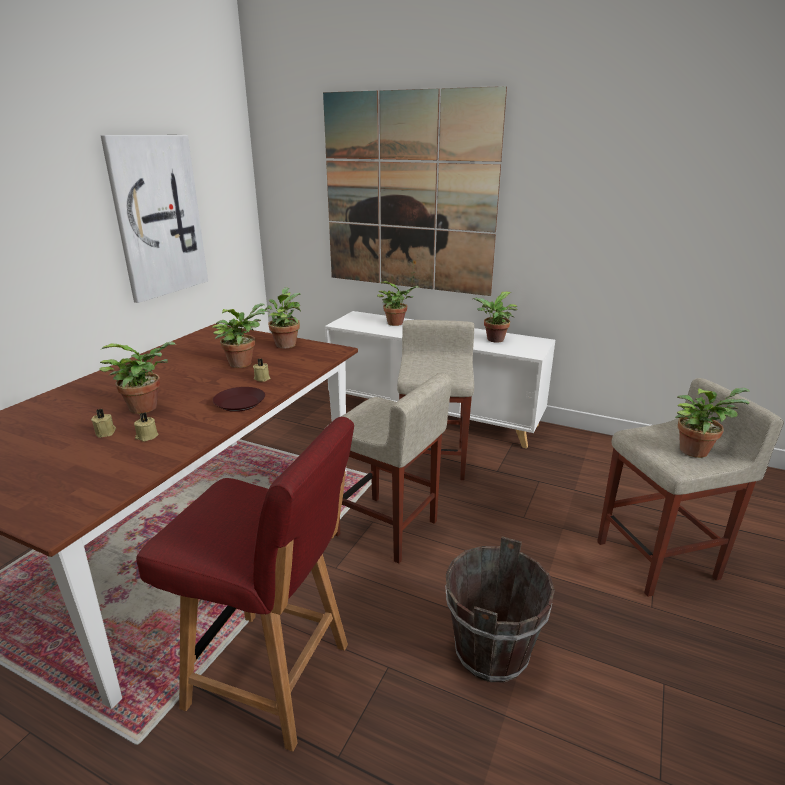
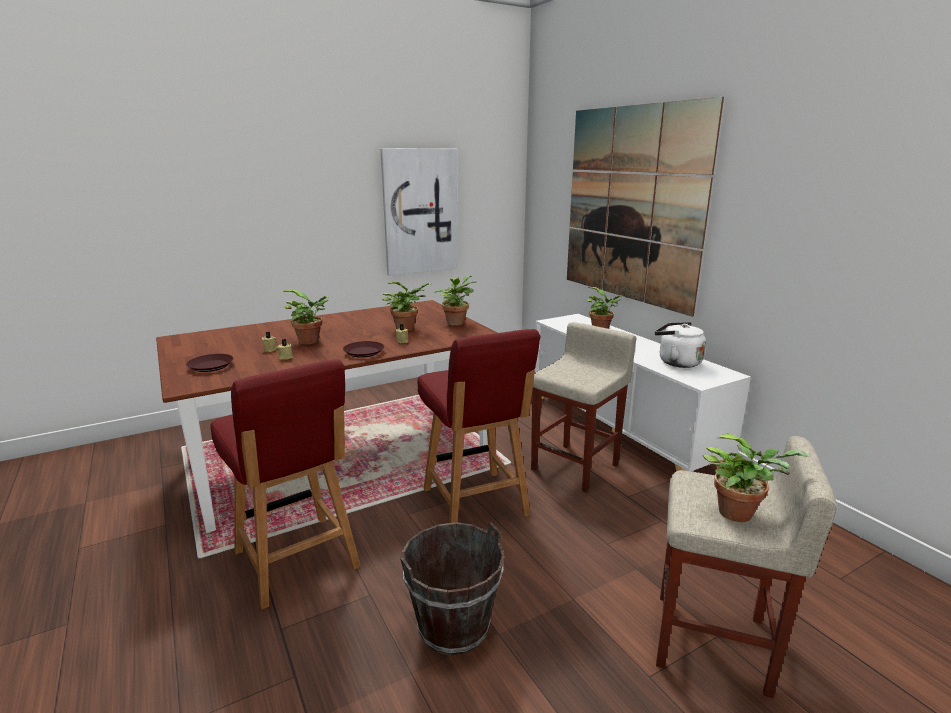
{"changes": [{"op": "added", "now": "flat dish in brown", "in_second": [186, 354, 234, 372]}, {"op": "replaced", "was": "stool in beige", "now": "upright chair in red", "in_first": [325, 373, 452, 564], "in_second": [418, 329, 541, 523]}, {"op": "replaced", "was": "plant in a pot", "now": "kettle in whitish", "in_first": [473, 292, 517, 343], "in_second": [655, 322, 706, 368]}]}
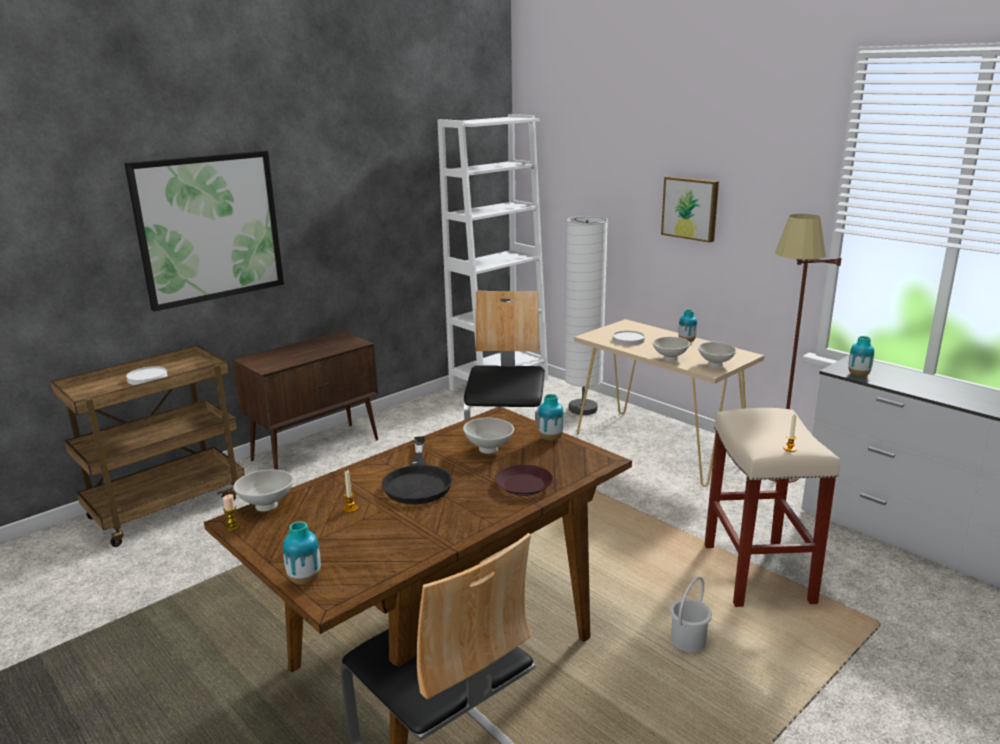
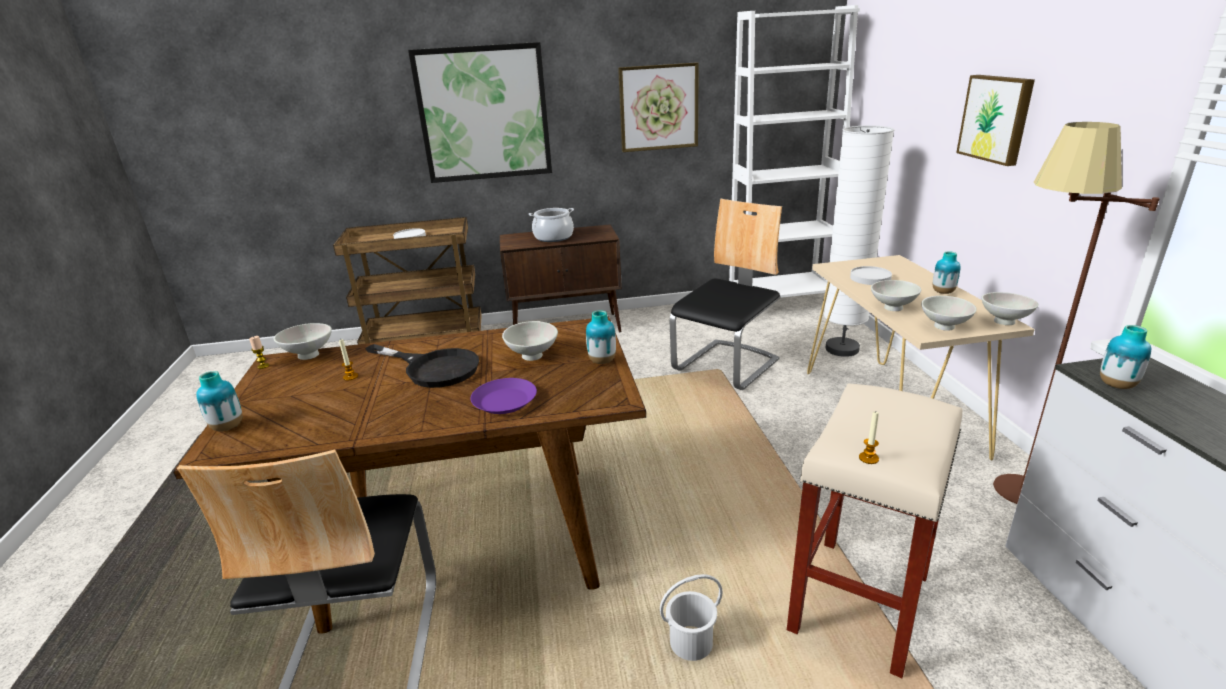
{"changes": [{"op": "turned", "was": "skillet in black-coloured", "in_first": [382, 436, 453, 504], "in_second": [365, 344, 479, 388], "clockwise": -90}, {"op": "recoloured", "was": "flat dish in brown", "now": "flat dish in purplish", "in_first": [495, 465, 553, 496], "in_second": [470, 378, 537, 414]}, {"op": "added", "now": "cooking pot", "in_second": [529, 208, 574, 242]}, {"op": "added", "now": "wall art", "in_second": [618, 62, 699, 152]}, {"op": "added", "now": "serving bowl in whitish", "in_second": [981, 292, 1039, 325]}]}
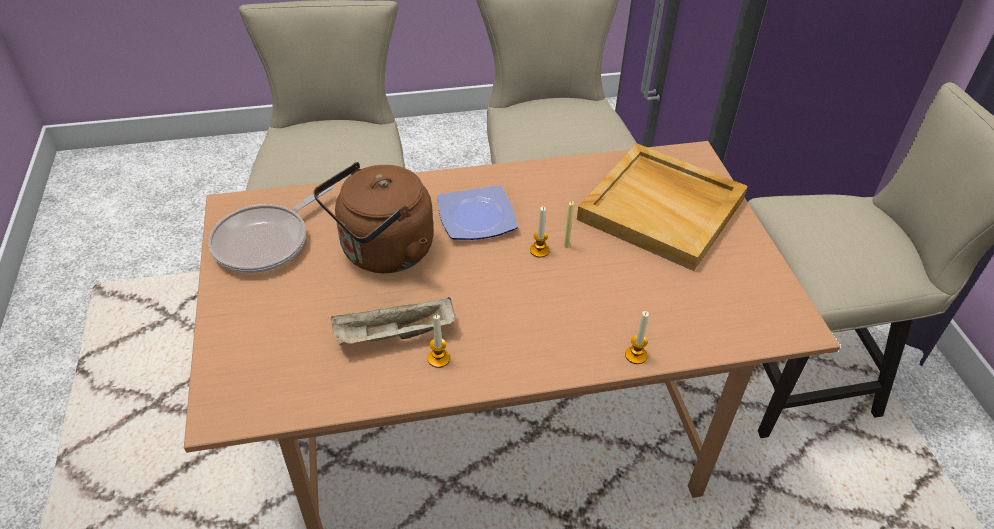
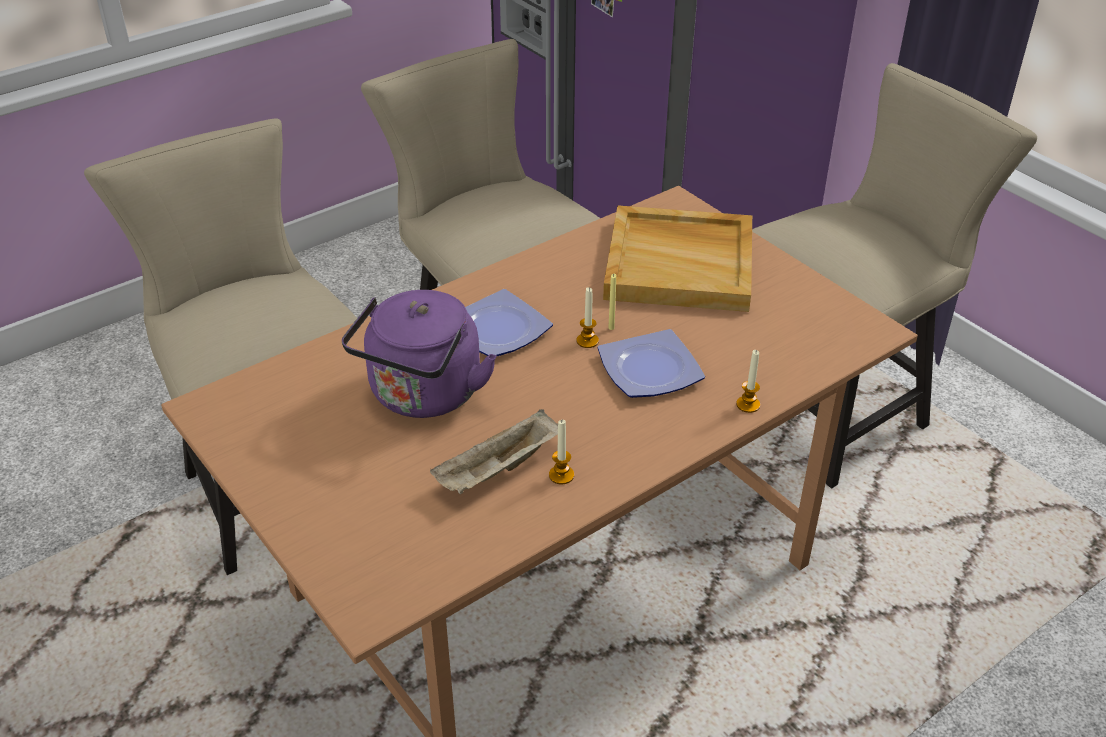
{"changes": [{"op": "recoloured", "was": "kettle in brown", "now": "kettle in purplish", "in_first": [313, 162, 434, 273], "in_second": [342, 290, 497, 418]}, {"op": "added", "now": "flat dish", "in_second": [598, 329, 705, 398]}, {"op": "removed", "was": "skillet", "in_first": [208, 185, 333, 273]}]}
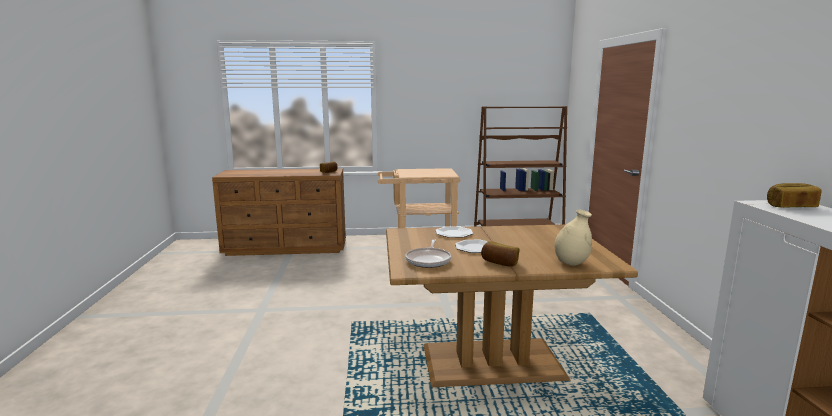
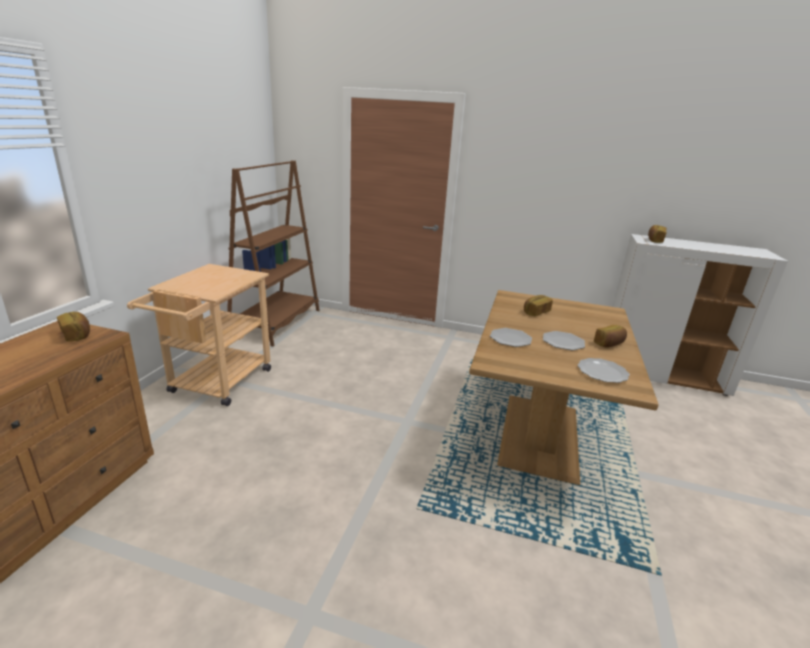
{"changes": [{"op": "added", "now": "bread", "in_second": [524, 295, 553, 316]}, {"op": "replaced", "was": "skillet", "now": "flat dish", "in_first": [405, 239, 451, 268], "in_second": [578, 358, 630, 383]}, {"op": "removed", "was": "decorative vase in beige", "in_first": [554, 210, 592, 266]}]}
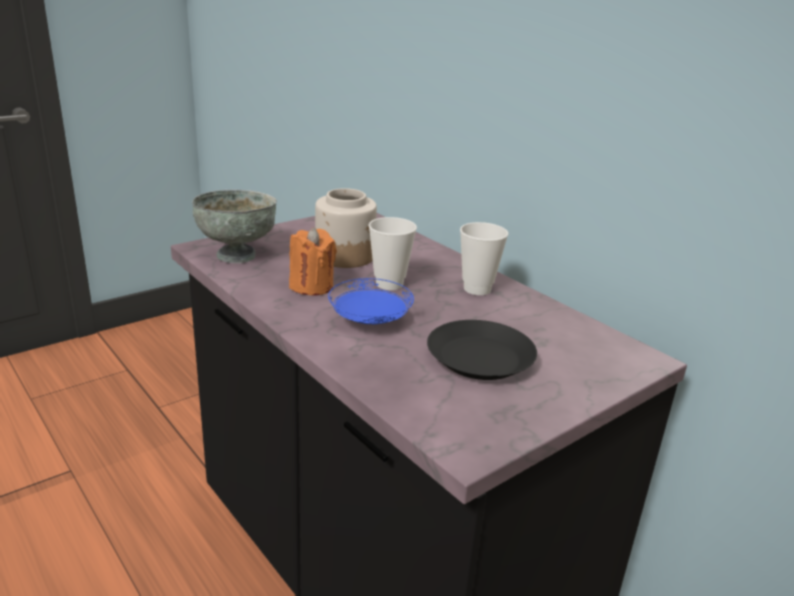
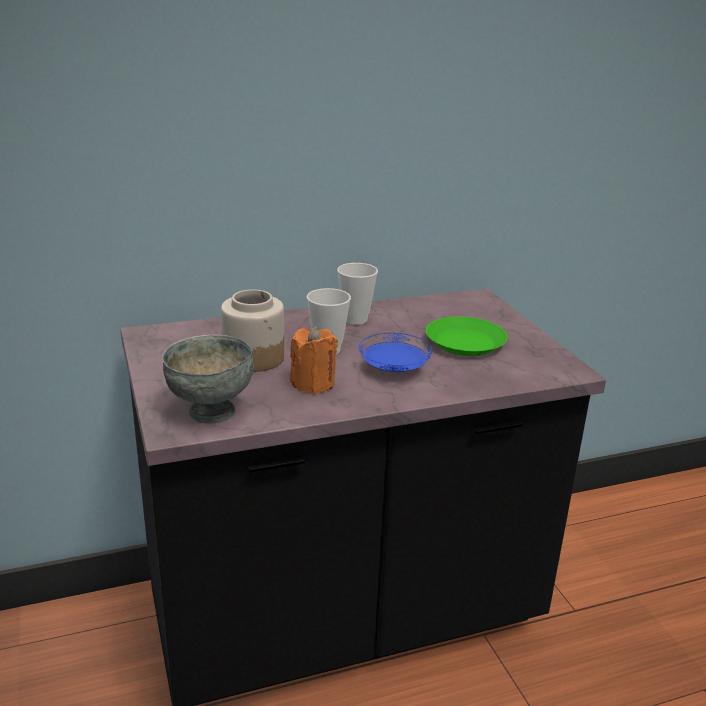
{"changes": [{"op": "recoloured", "was": "flat dish in black-coloured", "now": "flat dish in green-coloured", "in_first": [427, 320, 537, 380], "in_second": [426, 317, 508, 356]}]}
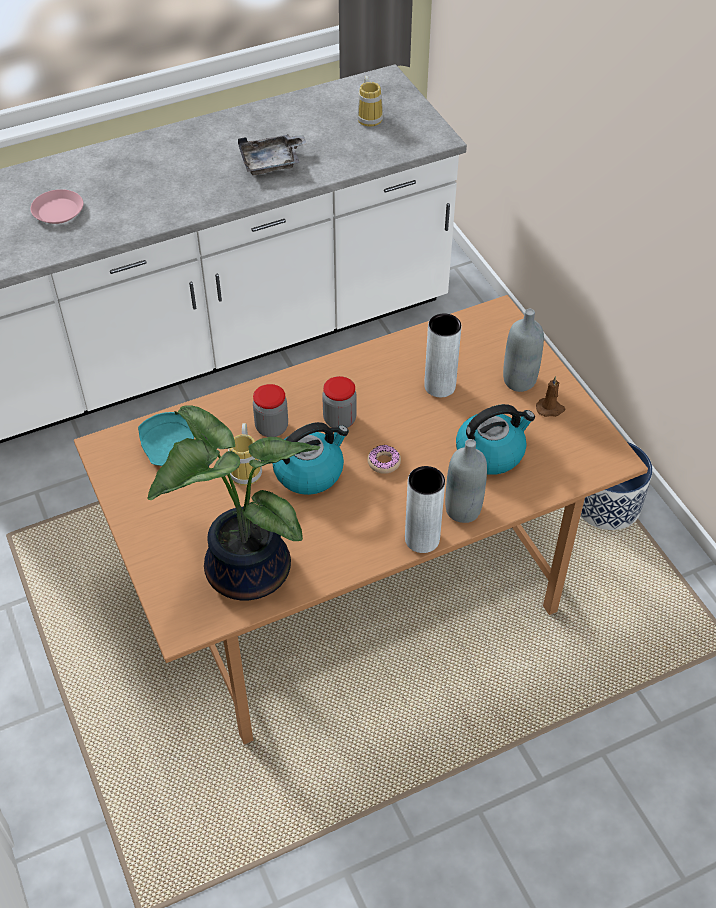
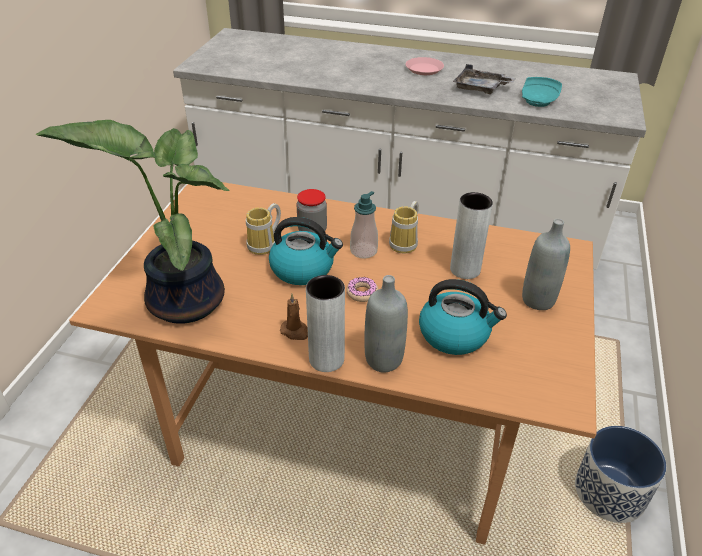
{"changes": [{"op": "moved", "was": "wax candle in brown", "in_first": [536, 376, 565, 417], "in_second": [280, 294, 308, 340]}, {"op": "replaced", "was": "storage jar", "now": "soap dispenser", "in_first": [322, 376, 357, 428], "in_second": [350, 191, 378, 259]}, {"op": "moved", "was": "tea mug", "in_first": [357, 76, 383, 126], "in_second": [389, 201, 419, 253]}, {"op": "moved", "was": "flat dish in pinkish", "in_first": [30, 189, 83, 224], "in_second": [406, 57, 444, 75]}, {"op": "moved", "was": "flat dish in blue-green", "in_first": [138, 412, 194, 466], "in_second": [522, 77, 562, 107]}]}
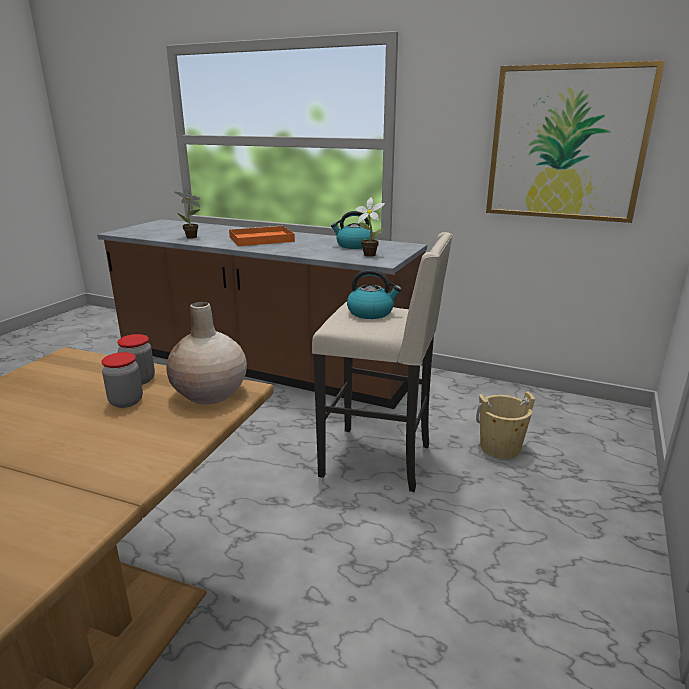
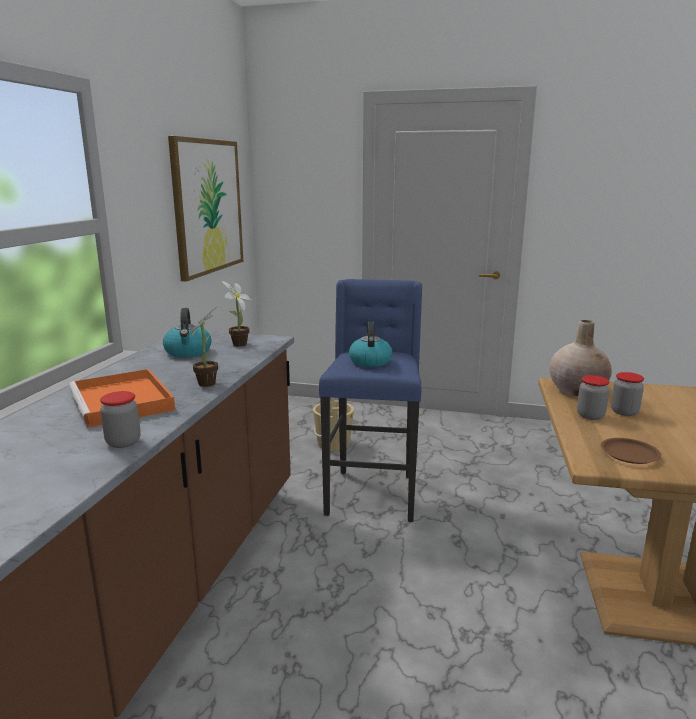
{"changes": [{"op": "added", "now": "storage jar", "in_second": [100, 391, 141, 448]}, {"op": "moved", "was": "plant in a pot", "in_first": [174, 189, 201, 239], "in_second": [186, 306, 218, 387]}, {"op": "recoloured", "was": "stool in beige", "now": "stool in blue", "in_first": [312, 232, 453, 492], "in_second": [319, 279, 422, 522]}, {"op": "added", "now": "flat dish in brown", "in_second": [601, 438, 661, 464]}]}
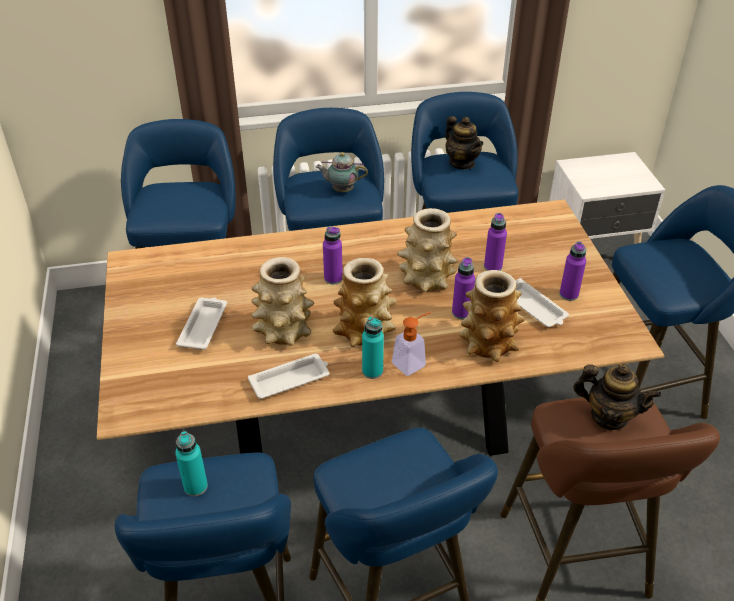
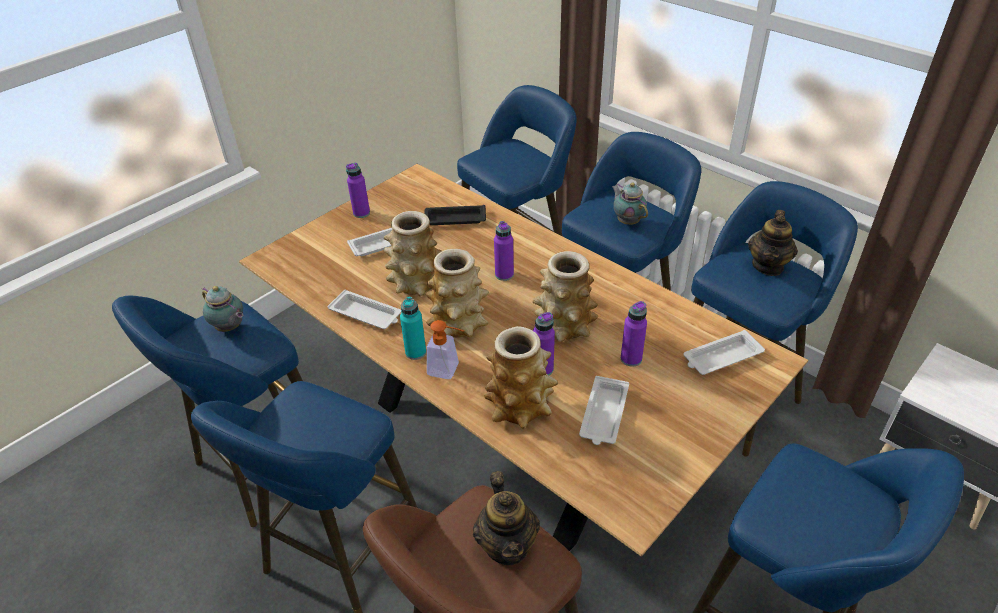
{"changes": [{"op": "replaced", "was": "drink bottle in blue-green", "now": "tea pot", "in_first": [175, 431, 208, 496], "in_second": [202, 286, 243, 332]}, {"op": "moved", "was": "drink bottle in purplish", "in_first": [559, 242, 586, 301], "in_second": [346, 163, 370, 218]}, {"op": "added", "now": "tray in black-coloured", "in_second": [424, 205, 486, 225]}, {"op": "added", "now": "tray in whitish", "in_second": [683, 330, 765, 375]}]}
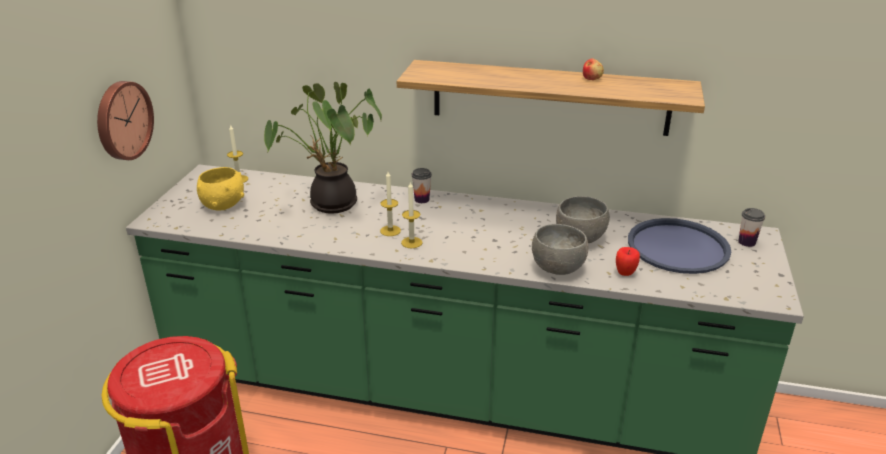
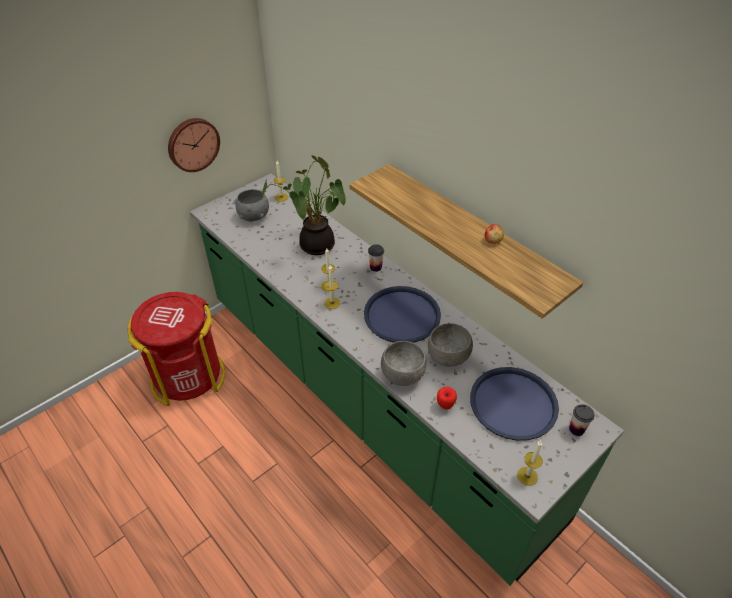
{"changes": [{"op": "recoloured", "was": "serving bowl in yellow", "now": "serving bowl in greyish", "in_first": [197, 167, 244, 211], "in_second": [234, 189, 269, 221]}, {"op": "added", "now": "tray in blue", "in_second": [364, 286, 441, 343]}, {"op": "added", "now": "wax candle", "in_second": [517, 441, 543, 486]}]}
